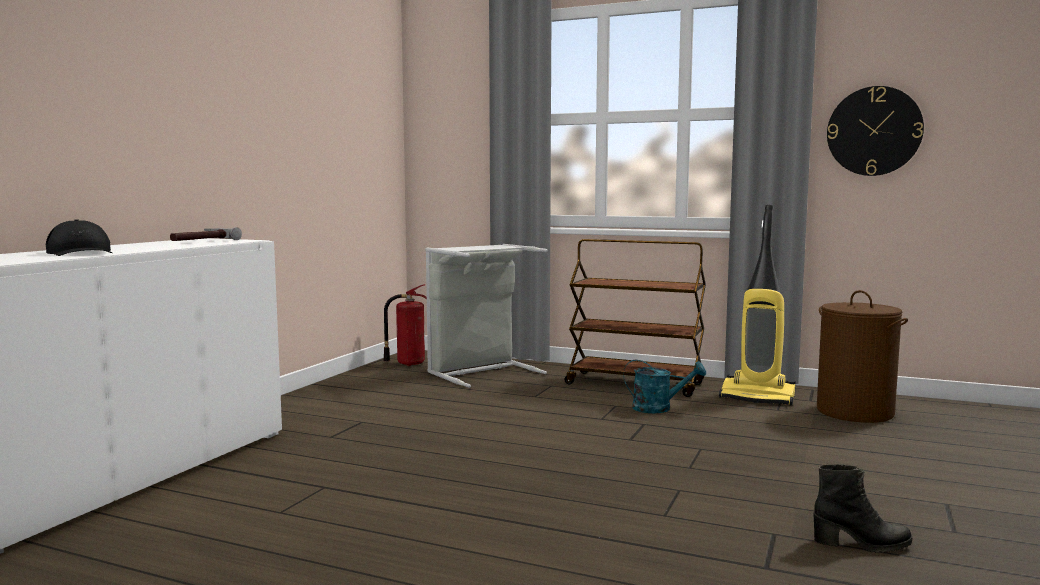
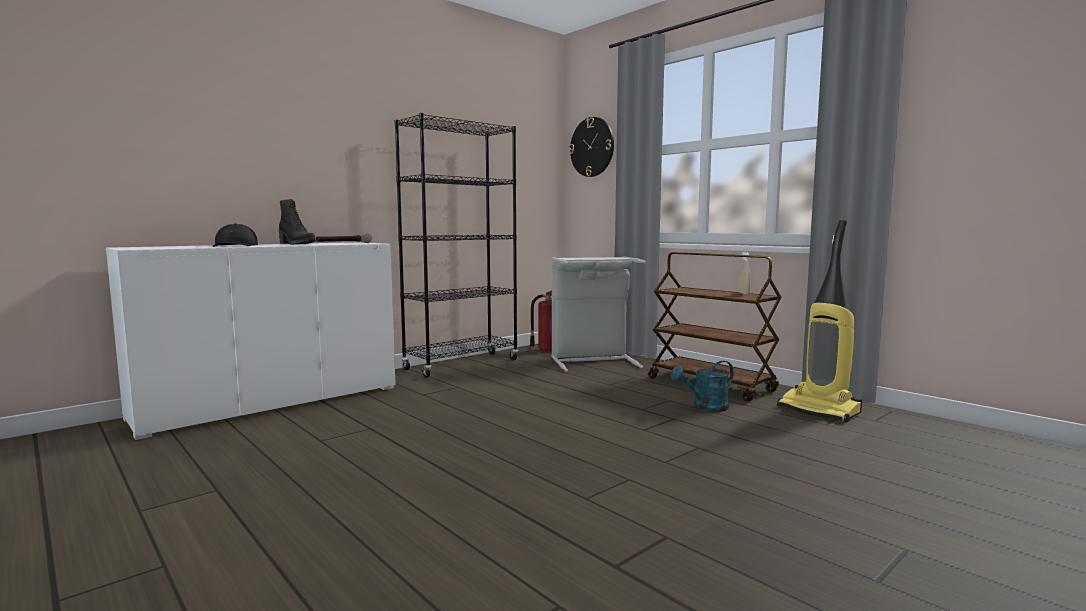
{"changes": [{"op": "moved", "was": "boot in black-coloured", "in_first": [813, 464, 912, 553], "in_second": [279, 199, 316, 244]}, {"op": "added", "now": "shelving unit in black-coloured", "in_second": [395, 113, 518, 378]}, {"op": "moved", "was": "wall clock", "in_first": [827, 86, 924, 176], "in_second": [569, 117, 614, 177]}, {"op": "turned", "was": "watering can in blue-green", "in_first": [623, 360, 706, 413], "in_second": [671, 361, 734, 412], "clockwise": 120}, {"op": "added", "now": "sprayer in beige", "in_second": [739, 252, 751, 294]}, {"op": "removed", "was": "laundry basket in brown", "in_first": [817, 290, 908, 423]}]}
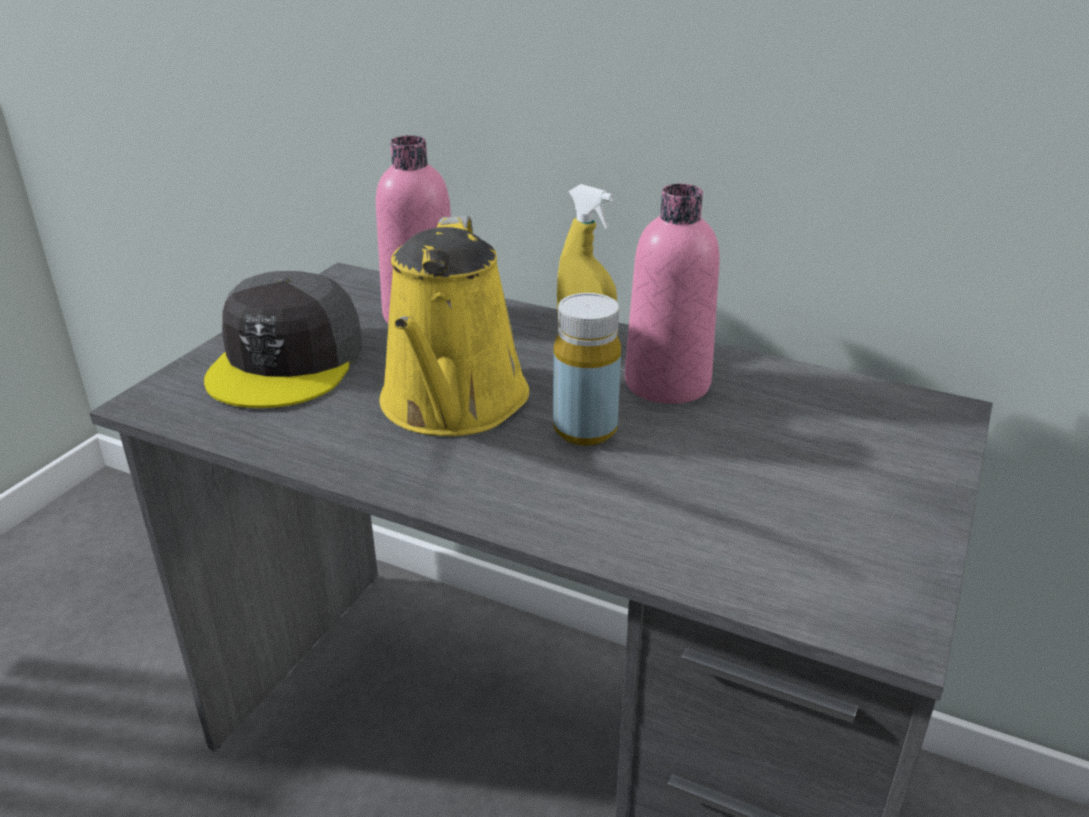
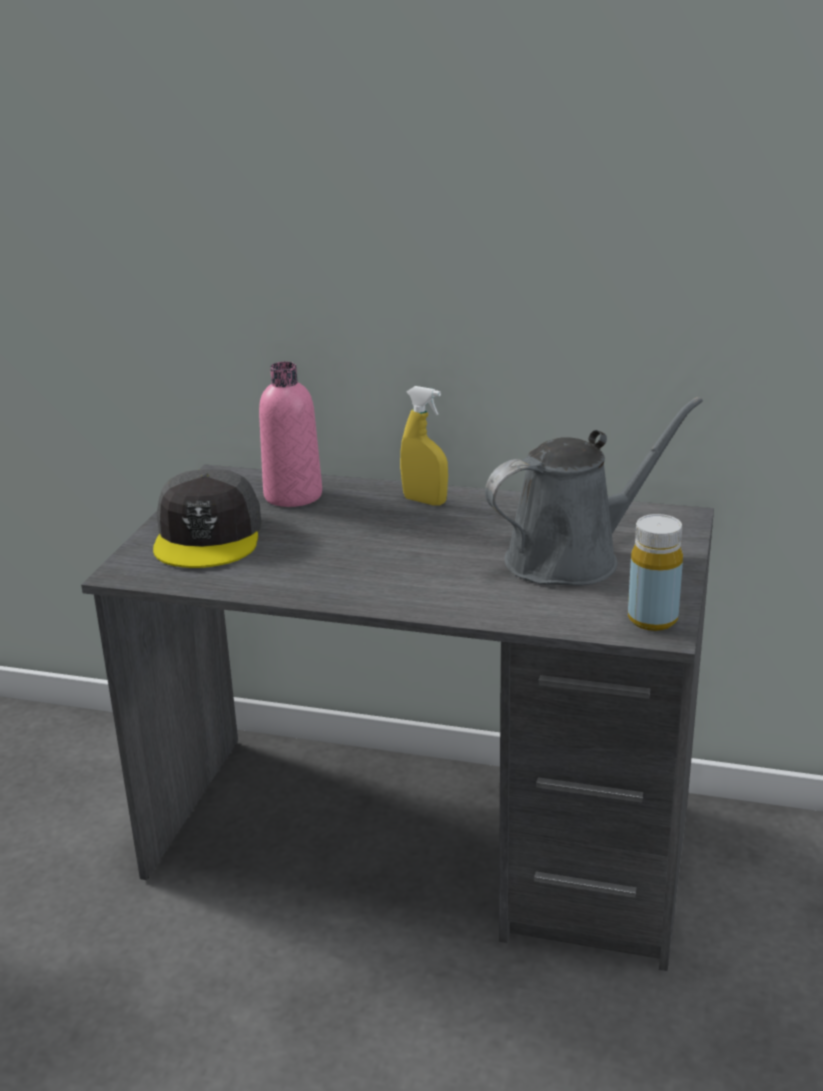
{"changes": [{"op": "added", "now": "watering can in greyish", "in_second": [485, 397, 703, 586]}, {"op": "moved", "was": "drink bottle in yellow", "in_first": [553, 293, 621, 446], "in_second": [628, 514, 683, 631]}, {"op": "removed", "was": "watering can in yellow", "in_first": [380, 216, 529, 436]}, {"op": "removed", "was": "drink bottle in pinkish", "in_first": [625, 184, 720, 404]}]}
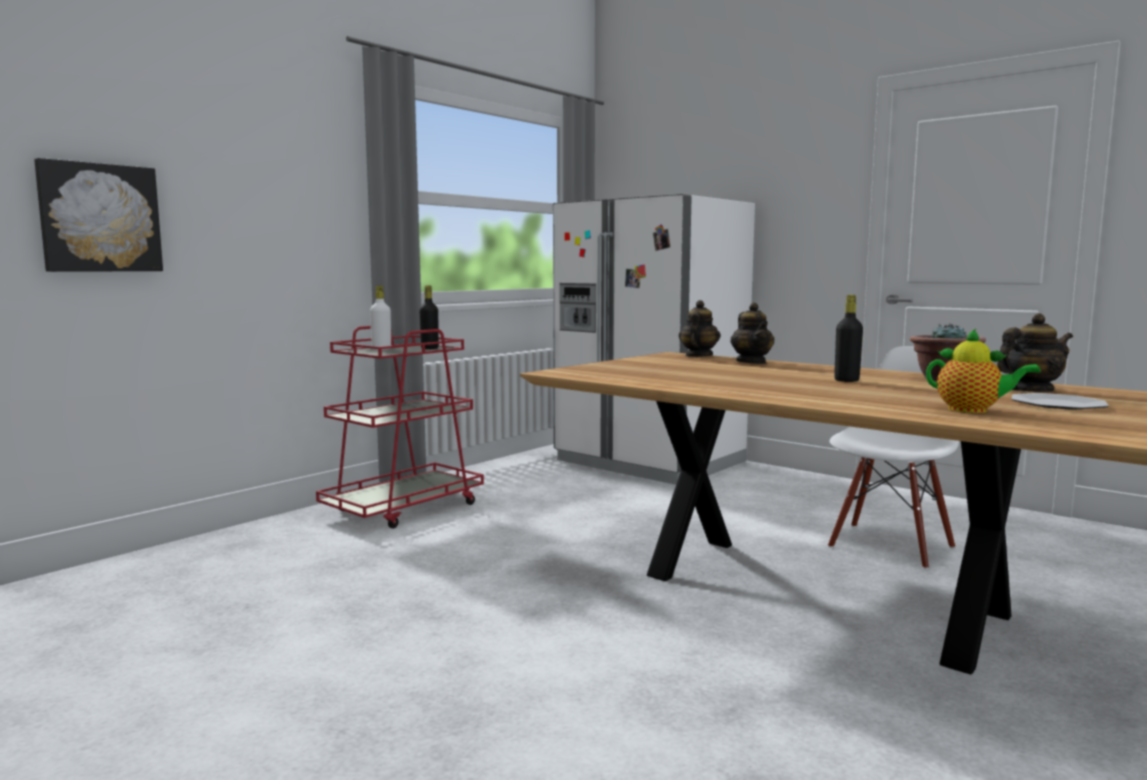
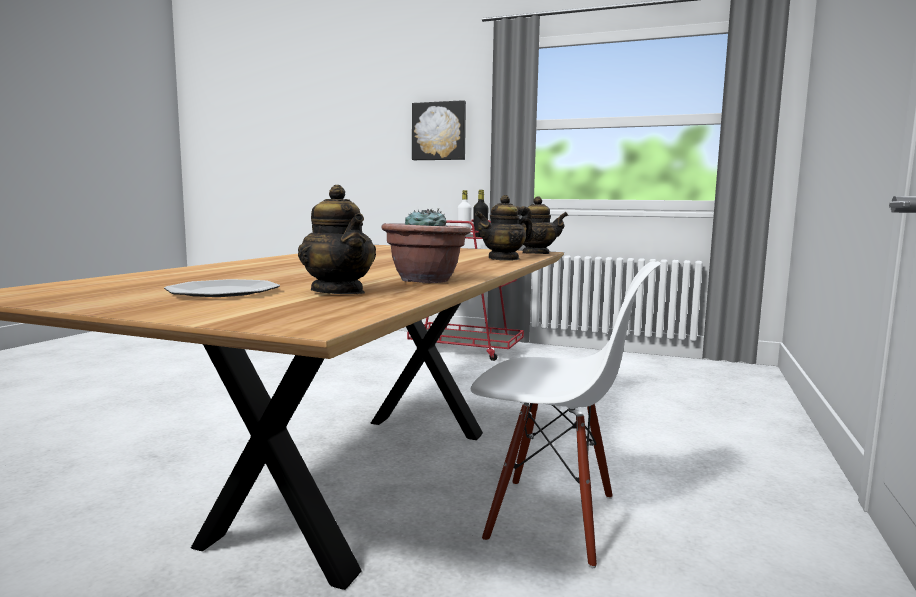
{"changes": [{"op": "moved", "was": "wall art", "in_first": [34, 158, 163, 272], "in_second": [412, 100, 466, 160]}, {"op": "removed", "was": "refrigerator in whitish", "in_first": [553, 194, 755, 485]}, {"op": "removed", "was": "drink bottle in black-coloured", "in_first": [834, 295, 863, 382]}, {"op": "removed", "was": "tea pot", "in_first": [926, 329, 1040, 413]}]}
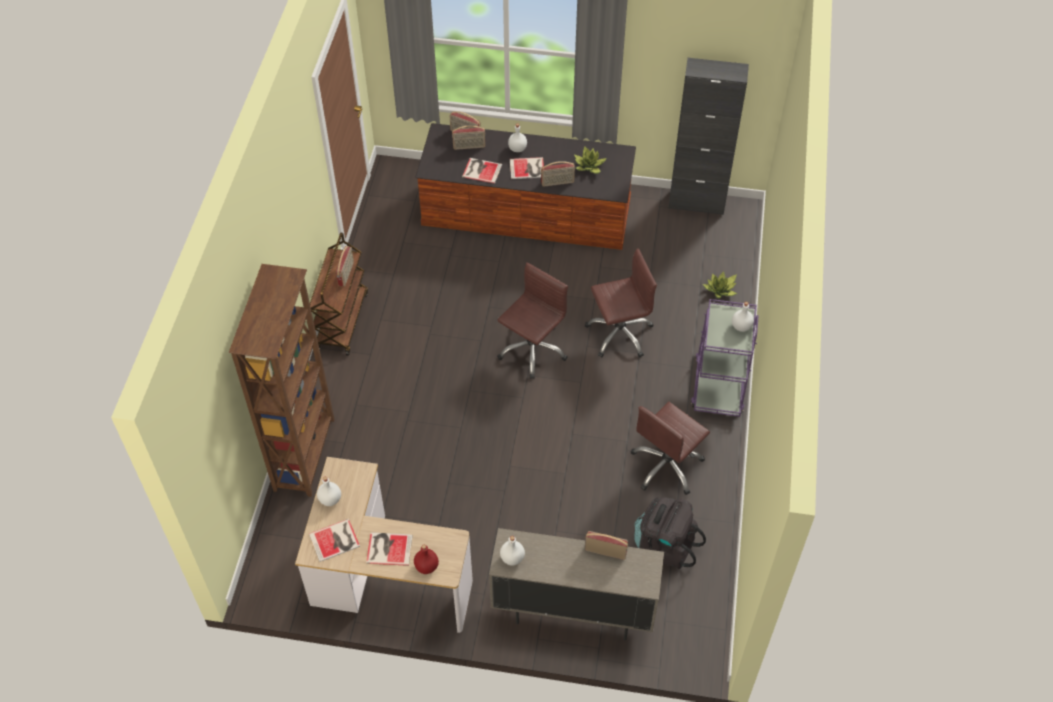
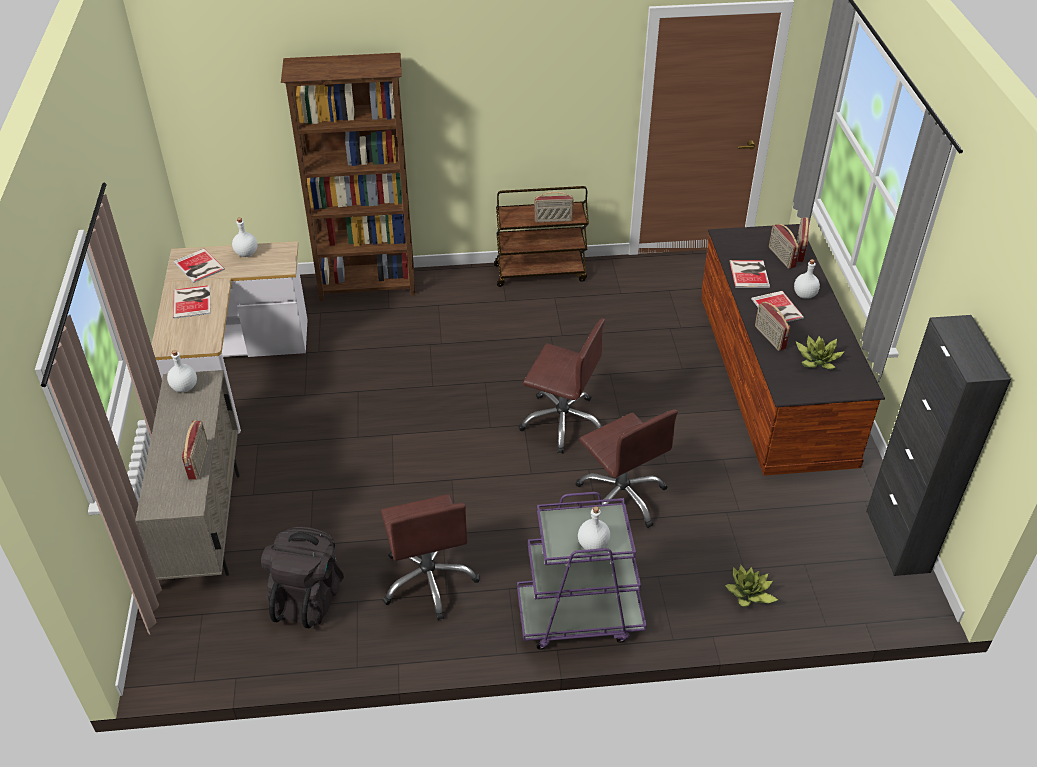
{"changes": [{"op": "turned", "was": "computer chair in brown", "in_first": [631, 402, 710, 495], "in_second": [381, 494, 480, 620], "clockwise": -135}, {"op": "removed", "was": "drink bottle in red", "in_first": [414, 545, 439, 574]}]}
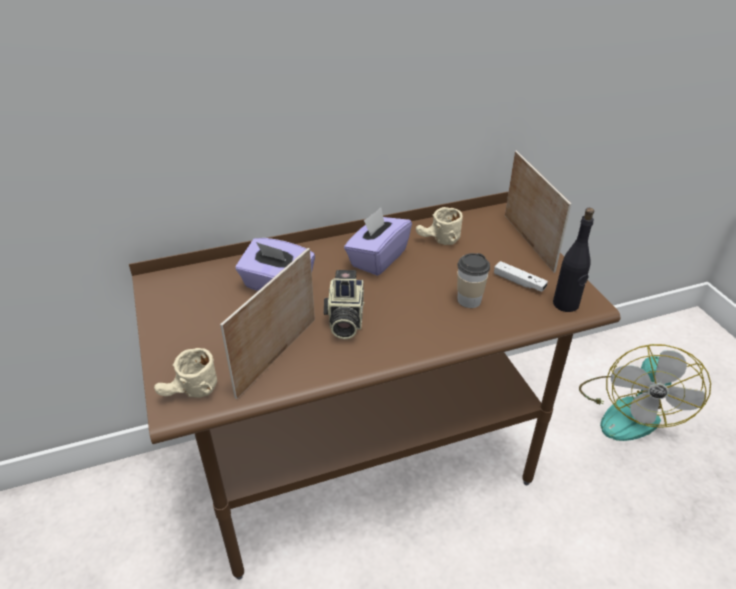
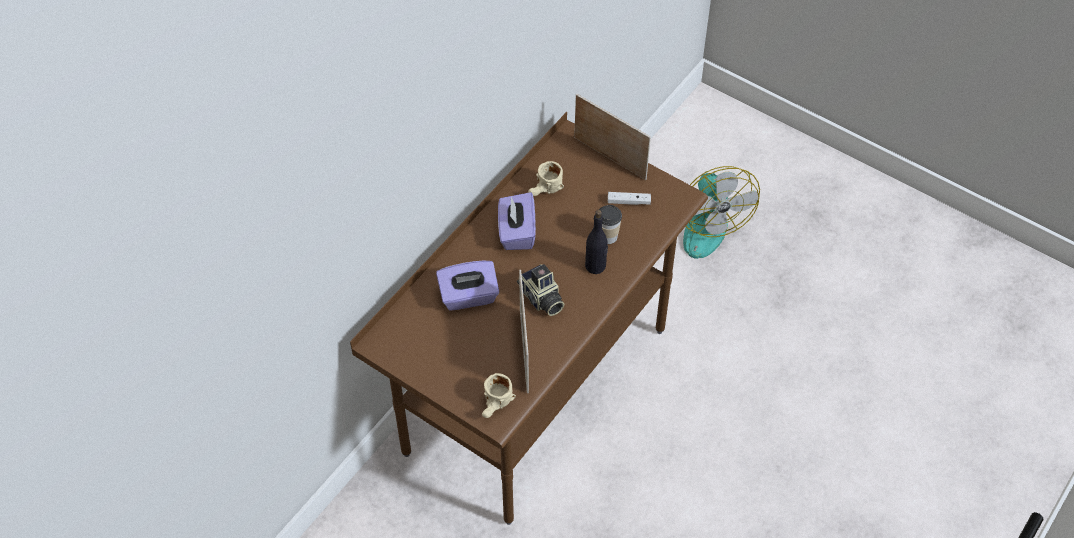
{"changes": [{"op": "moved", "was": "drink bottle in black-coloured", "in_first": [553, 208, 594, 312], "in_second": [585, 210, 608, 274]}]}
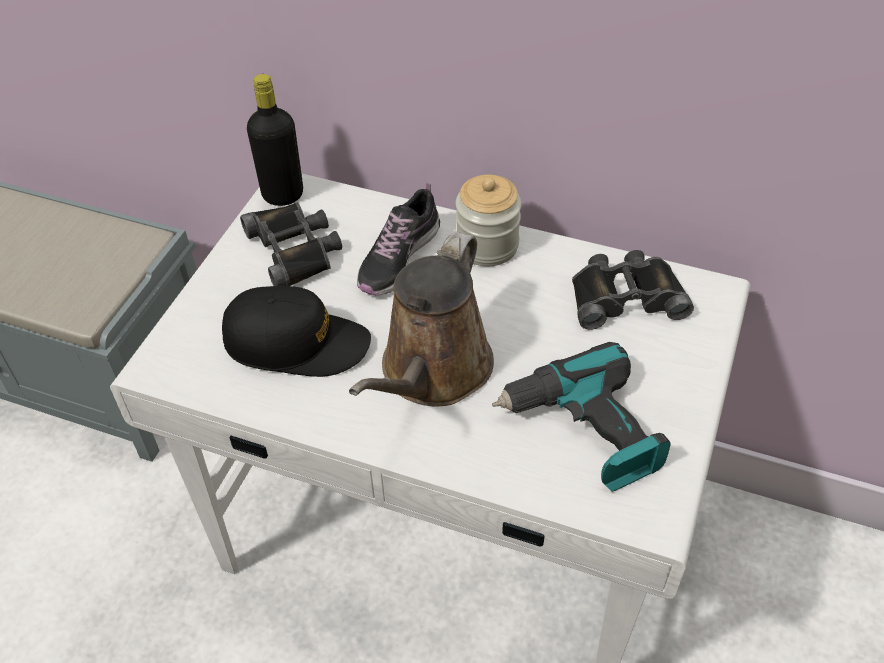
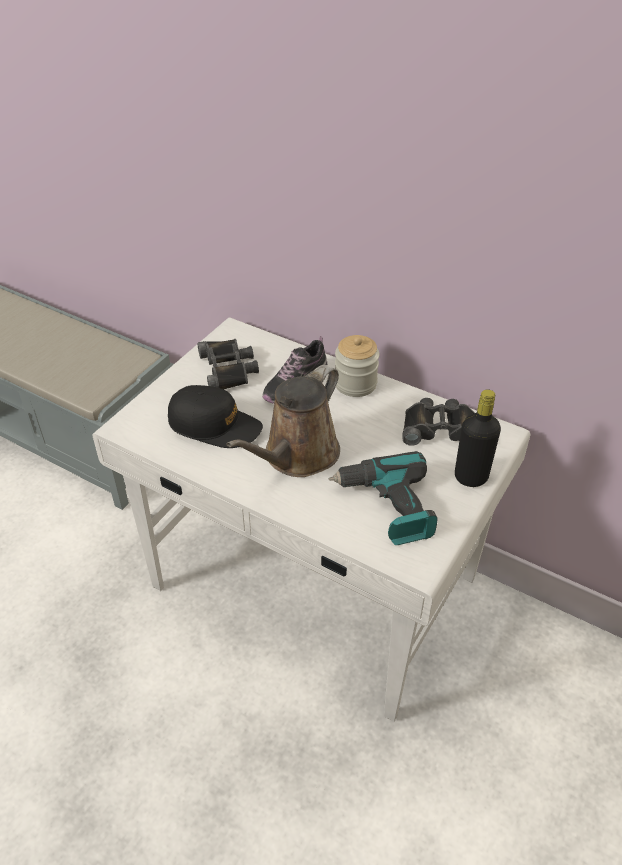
{"changes": [{"op": "moved", "was": "drink bottle in black-coloured", "in_first": [247, 74, 303, 206], "in_second": [455, 389, 501, 487]}]}
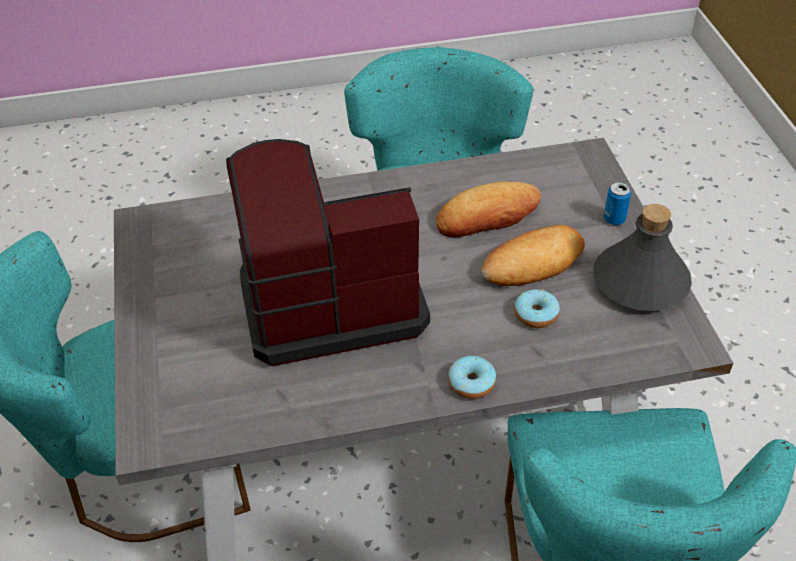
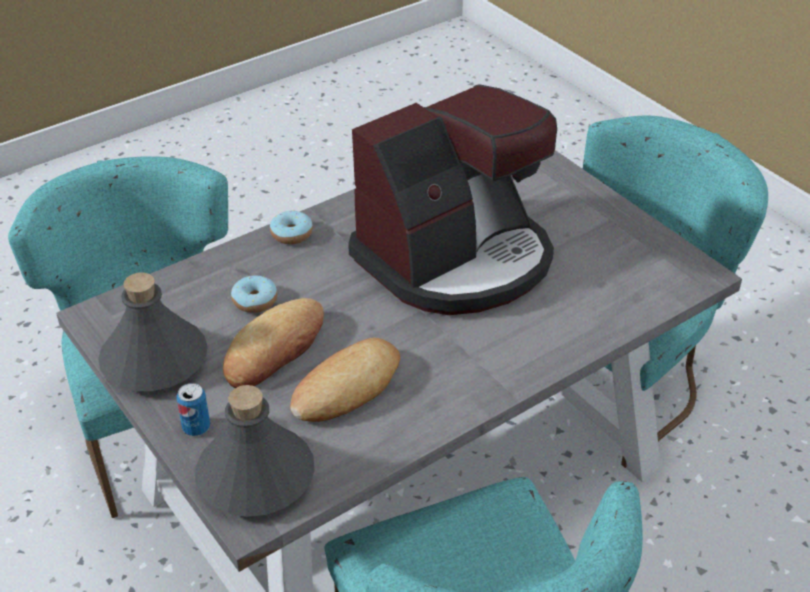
{"changes": [{"op": "added", "now": "drink bottle in greyish", "in_second": [195, 385, 315, 517]}]}
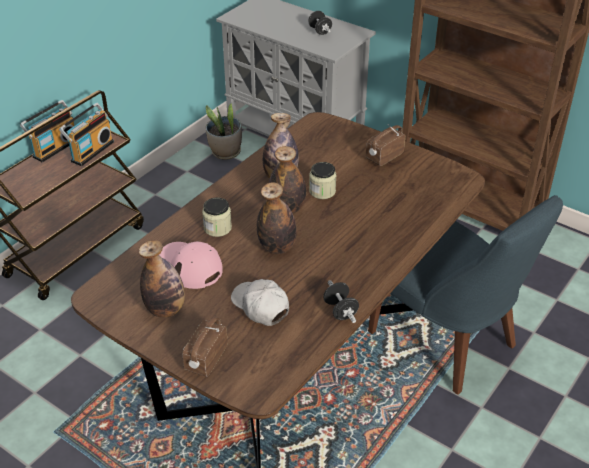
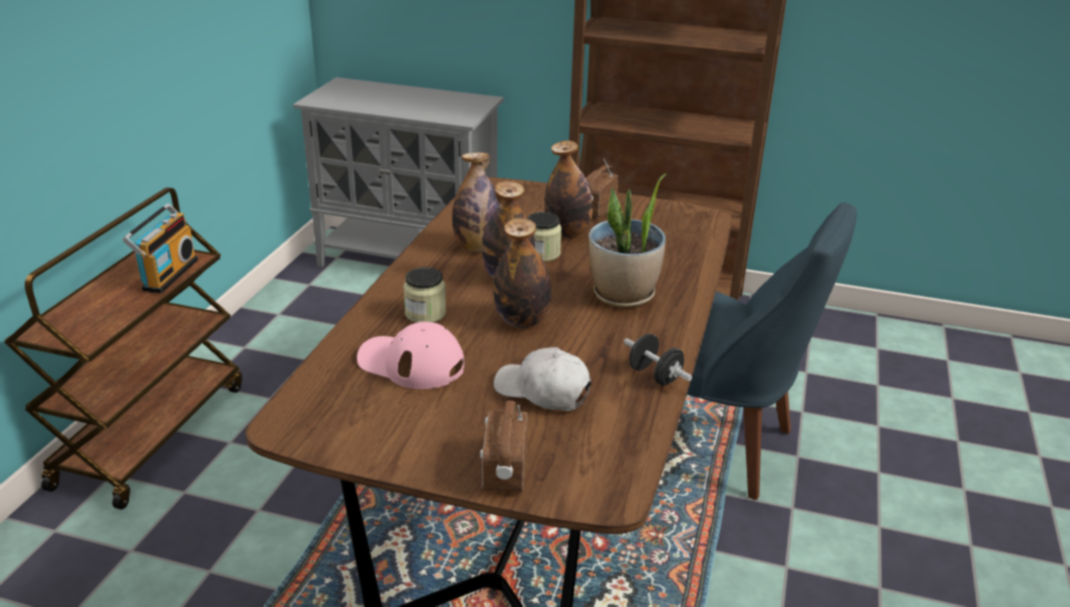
{"changes": [{"op": "moved", "was": "drink bottle", "in_first": [139, 240, 185, 318], "in_second": [545, 140, 593, 237]}, {"op": "moved", "was": "plant in a pot", "in_first": [206, 103, 242, 160], "in_second": [589, 174, 666, 308]}, {"op": "removed", "was": "radio", "in_first": [20, 100, 75, 162]}, {"op": "removed", "was": "dumbbell in black-coloured", "in_first": [308, 11, 332, 35]}]}
